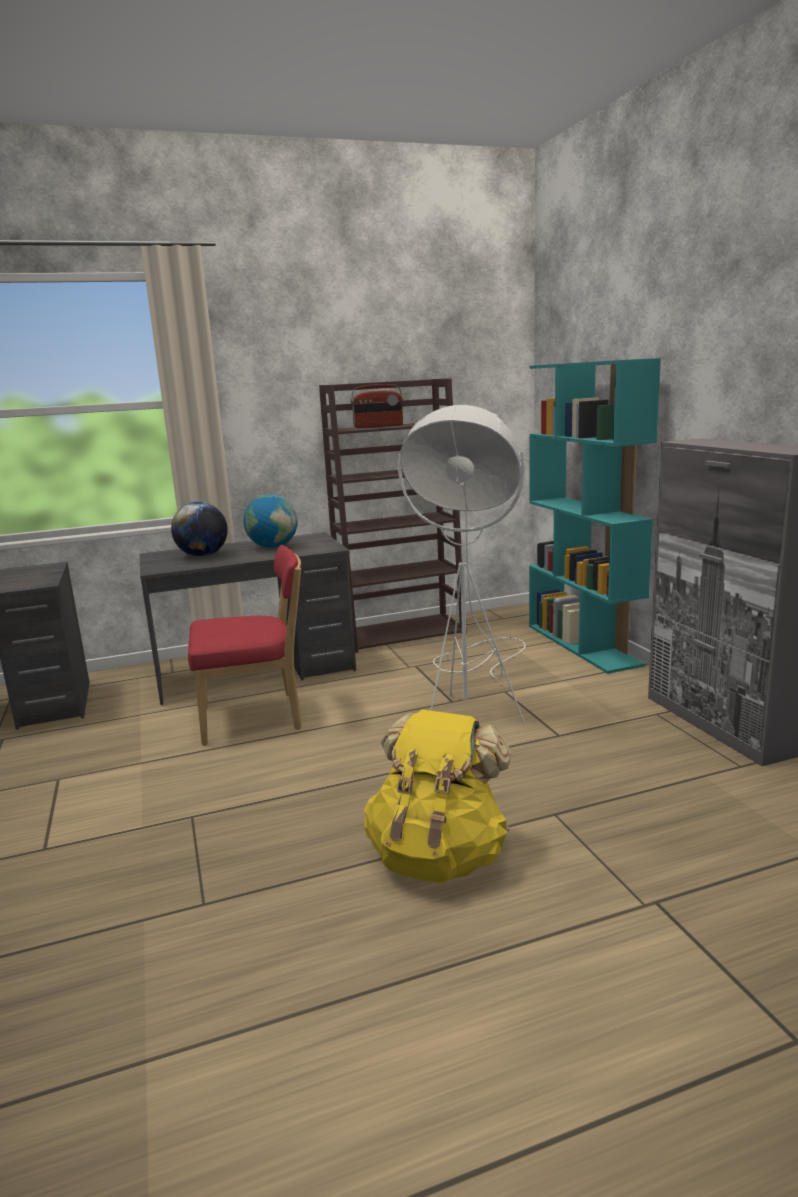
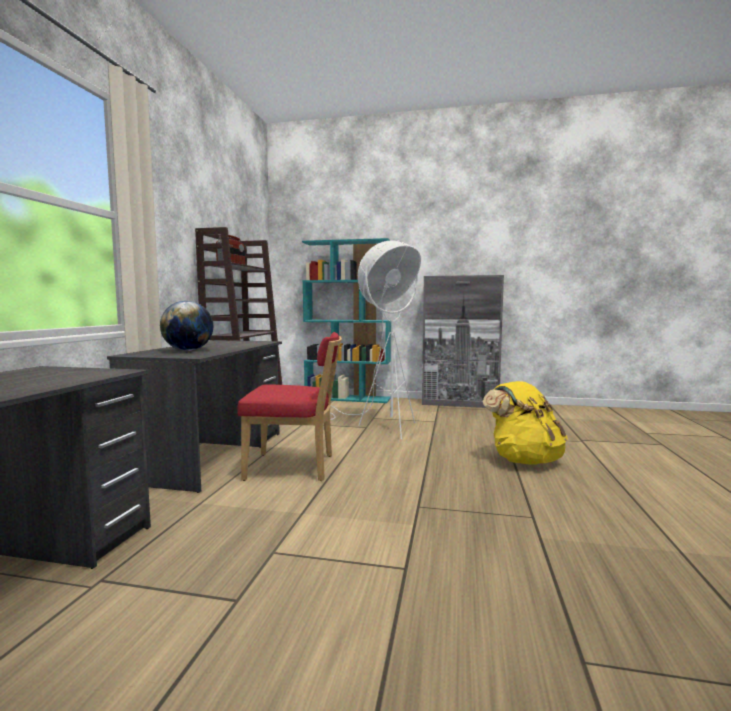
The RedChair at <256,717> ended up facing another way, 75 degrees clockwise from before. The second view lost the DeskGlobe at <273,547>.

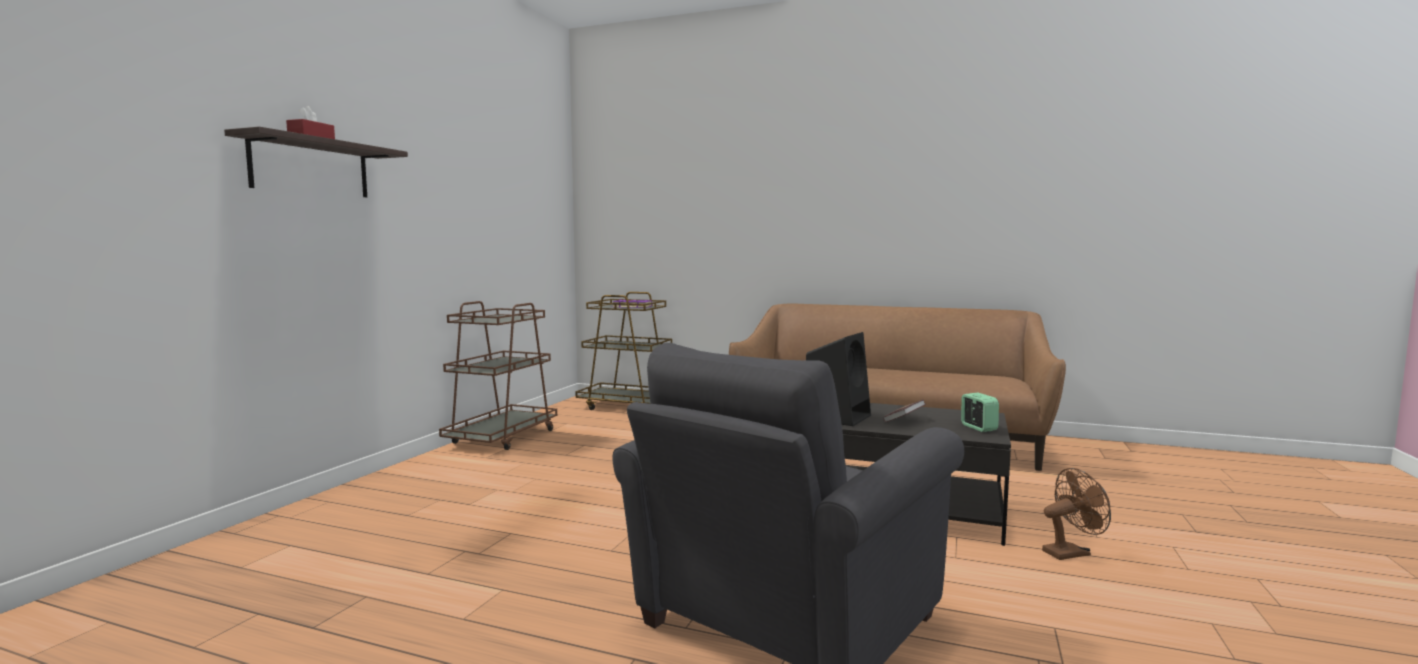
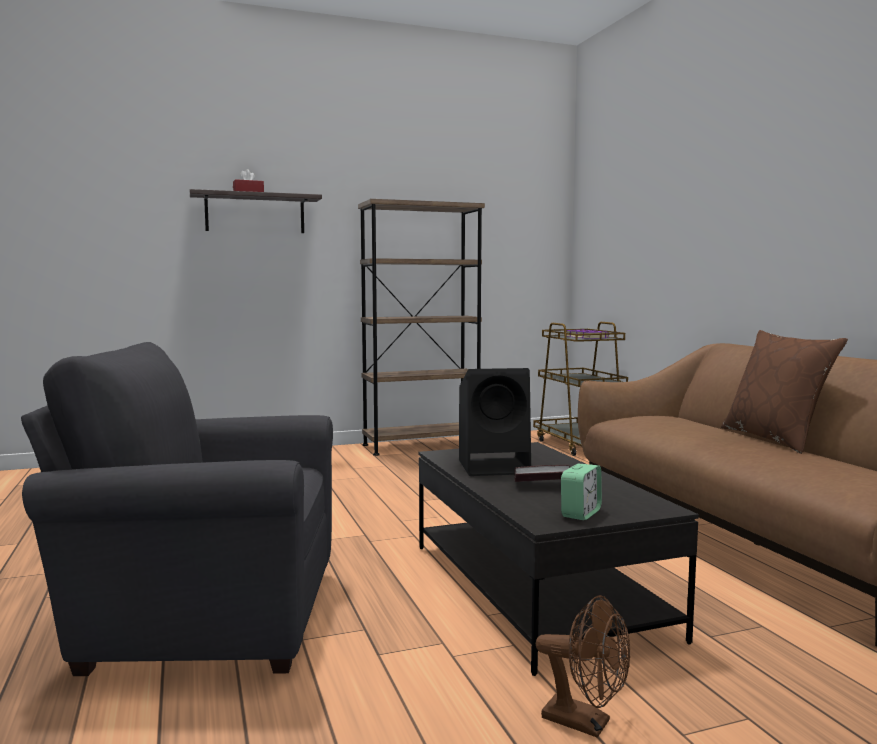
Where the BrownTrolley stood at <502,437>, the BrownBookshelf came to stand at <421,445>. The second view gained the BrownPillow at <775,439>.

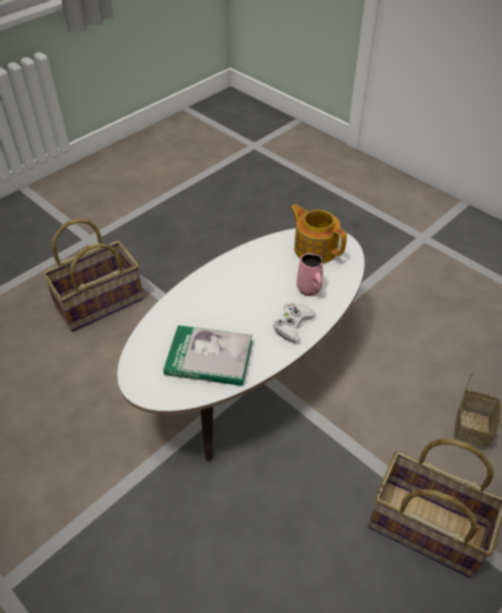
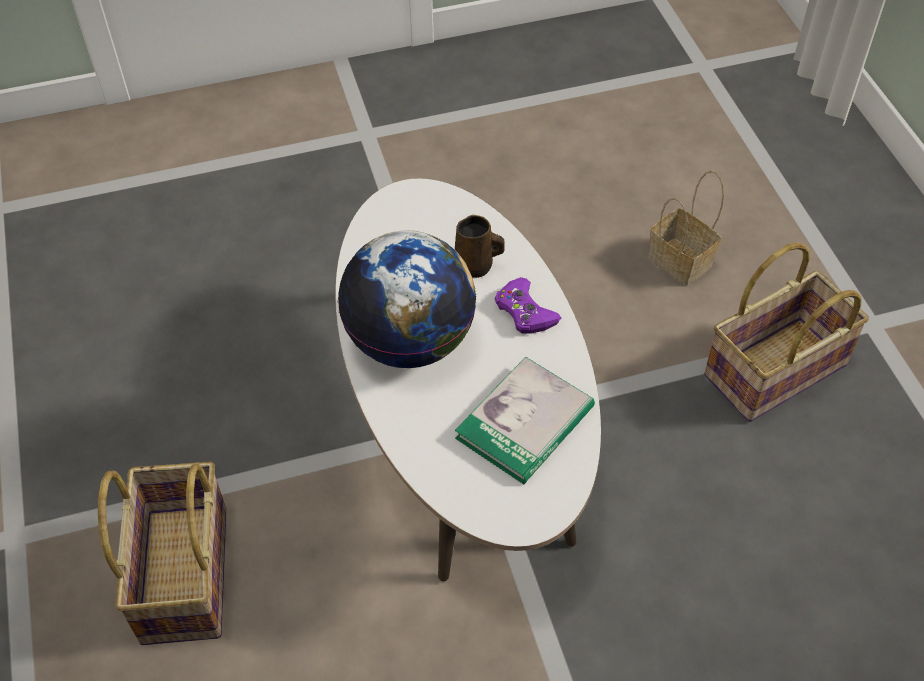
What was the WhitishGamepad at <292,324> turned into the PurplishGamepad at <525,311>. The second view lost the Teapot at <315,248>. What was the PinkColouredMug at <309,289> turned into the BrownMug at <476,266>. The second view gained the DeskGlobe at <411,341>.

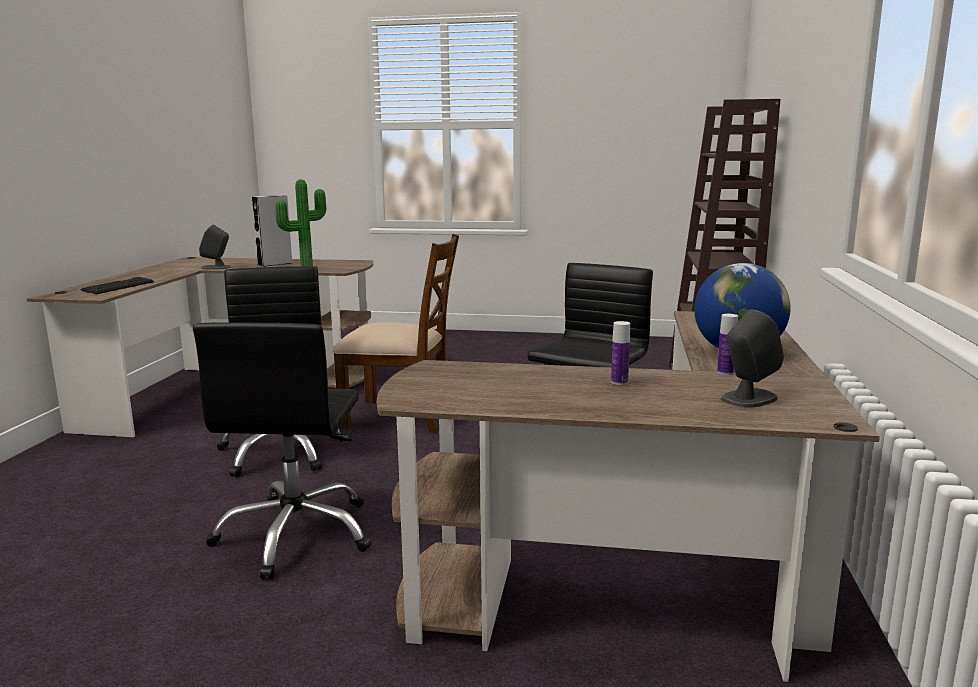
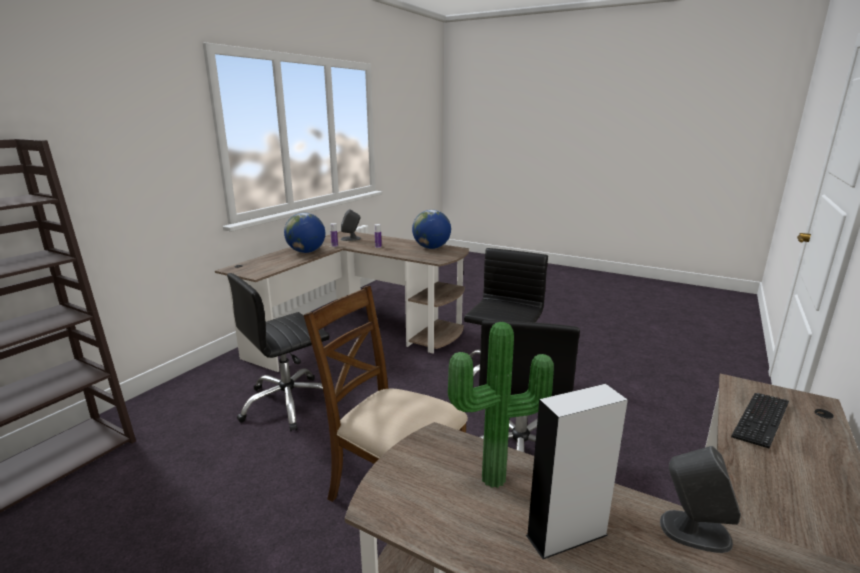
The second view gained the DeskGlobe at <431,248>.

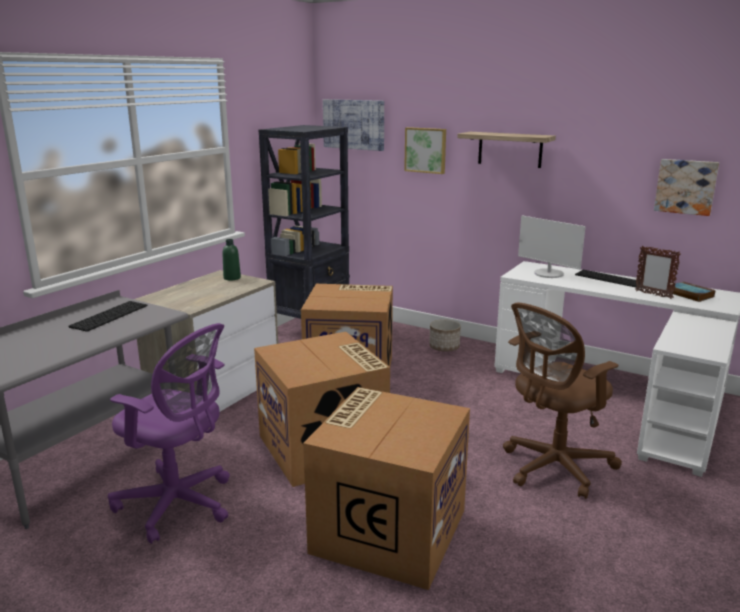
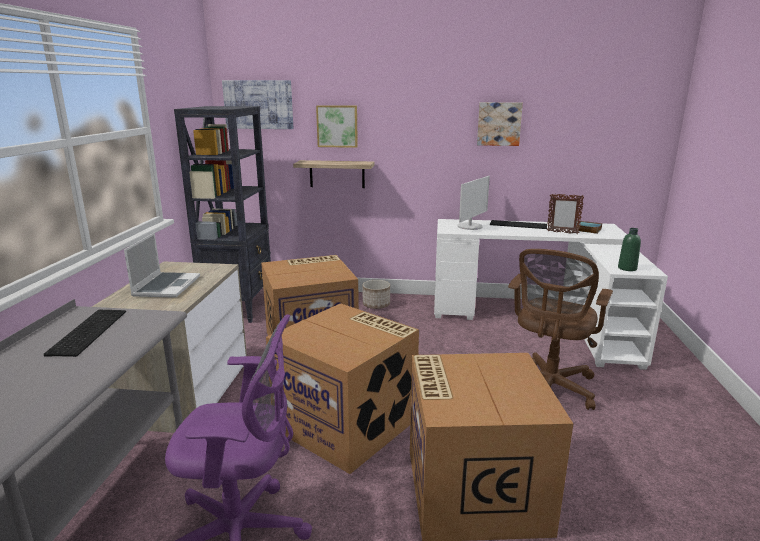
The GreenishBottle ended up elsewhere, having gone from <232,278> to <627,268>. The WallShelf ended up elsewhere, having gone from <510,149> to <337,174>. The ComputerScreen at <548,274> ended up facing another way, 75 degrees counterclockwise from before. The WallArt ended up elsewhere, having gone from <686,186> to <499,124>. The second view gained the Laptop at <166,286>.

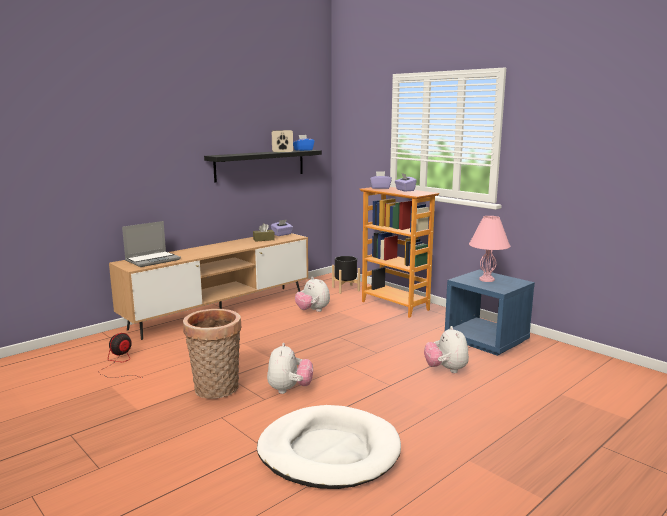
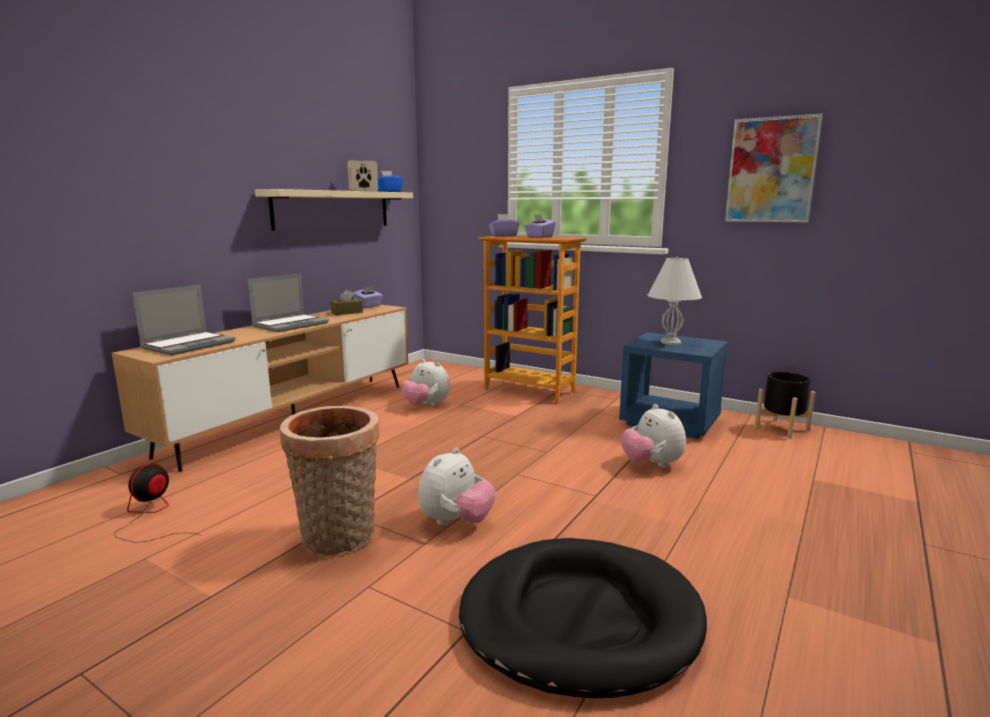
What was the BlackWallShelf at <260,165> turned into the BeigeWallShelf at <333,209>. What was the WhitishDogBed at <329,451> turned into the BlackDogBed at <579,619>. The PlushToy at <289,389> ended up facing another way, 45 degrees clockwise from before. The BlackPlanter ended up elsewhere, having gone from <345,289> to <781,428>. What was the PinkColouredTabletopLamp at <486,279> turned into the WhitishTabletopLamp at <670,342>. The second view gained the Laptop at <291,324>. The second view gained the WallArt at <771,170>.

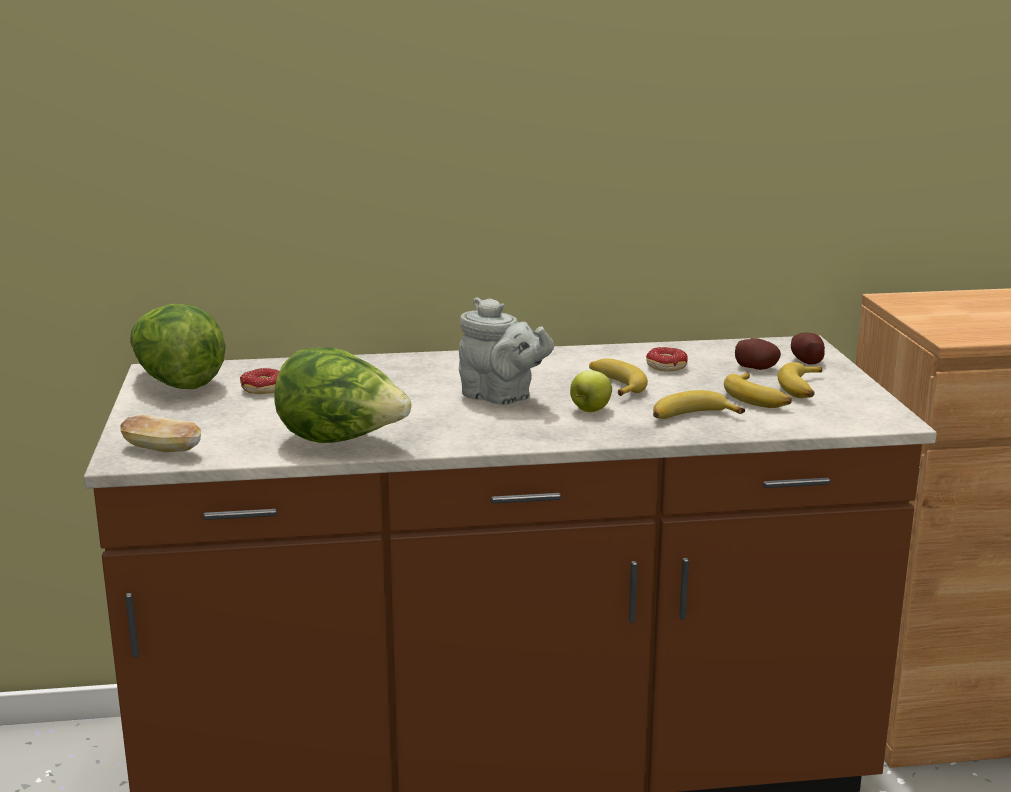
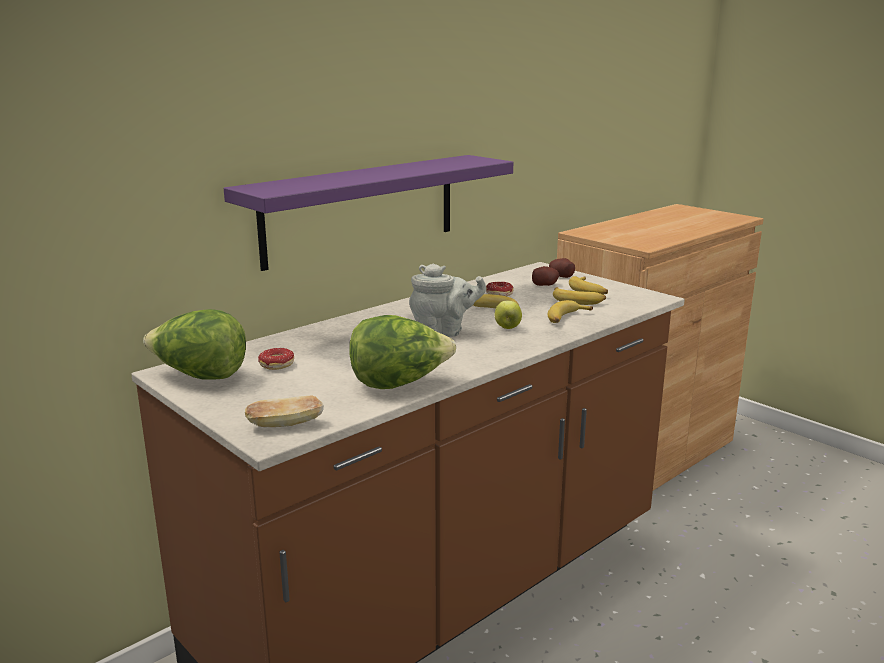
The second view gained the PurplishWallShelf at <361,209>.

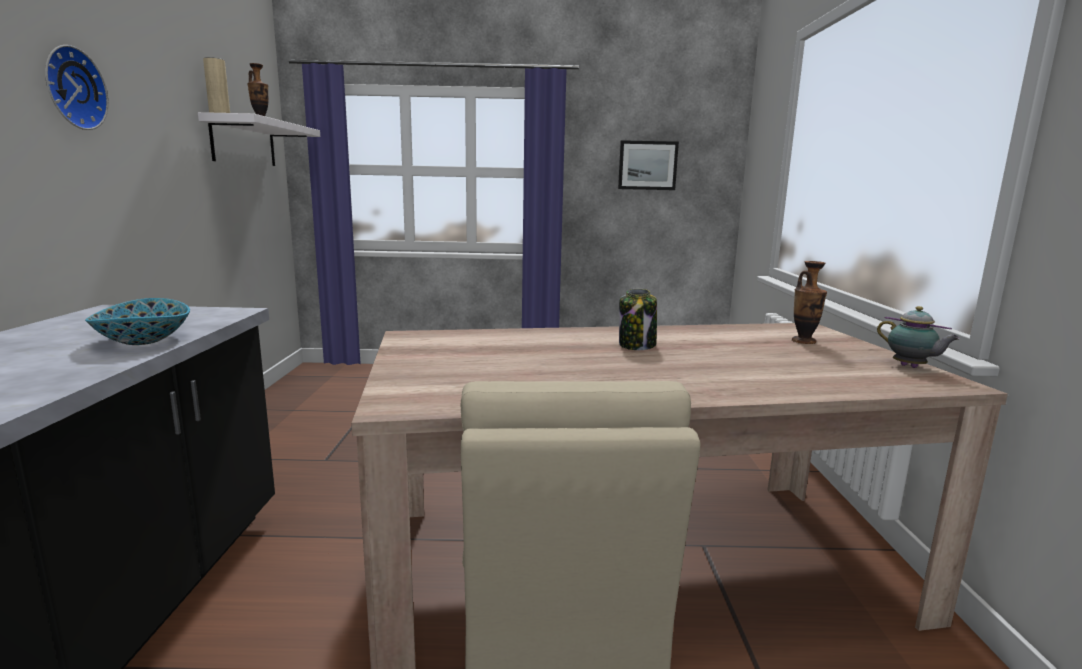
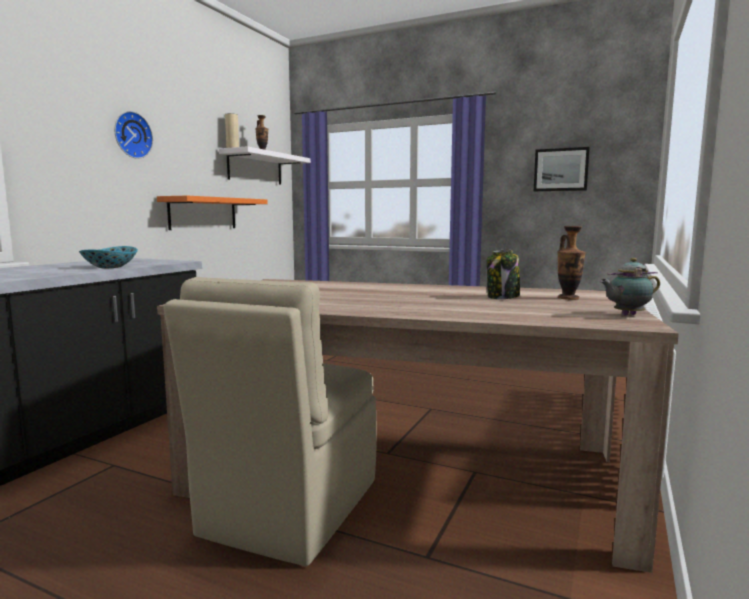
The PreserveJar ended up elsewhere, having gone from <637,345> to <503,297>. The Teapot at <911,367> ended up facing another way, 90 degrees clockwise from before. The second view gained the OrangeColouredWallShelf at <203,213>.

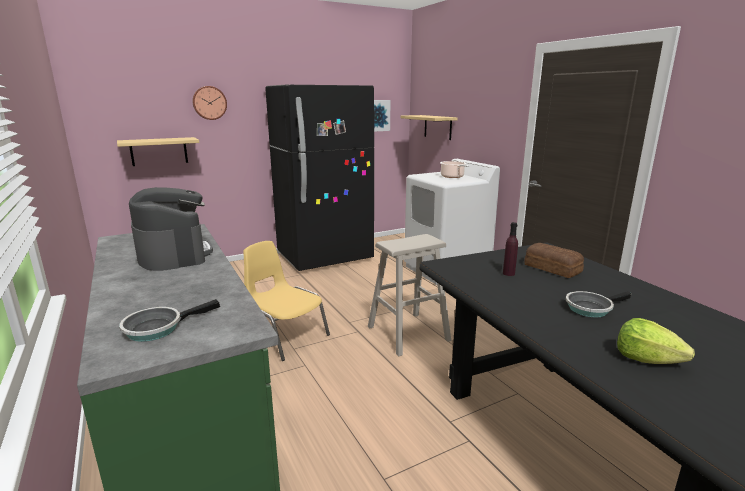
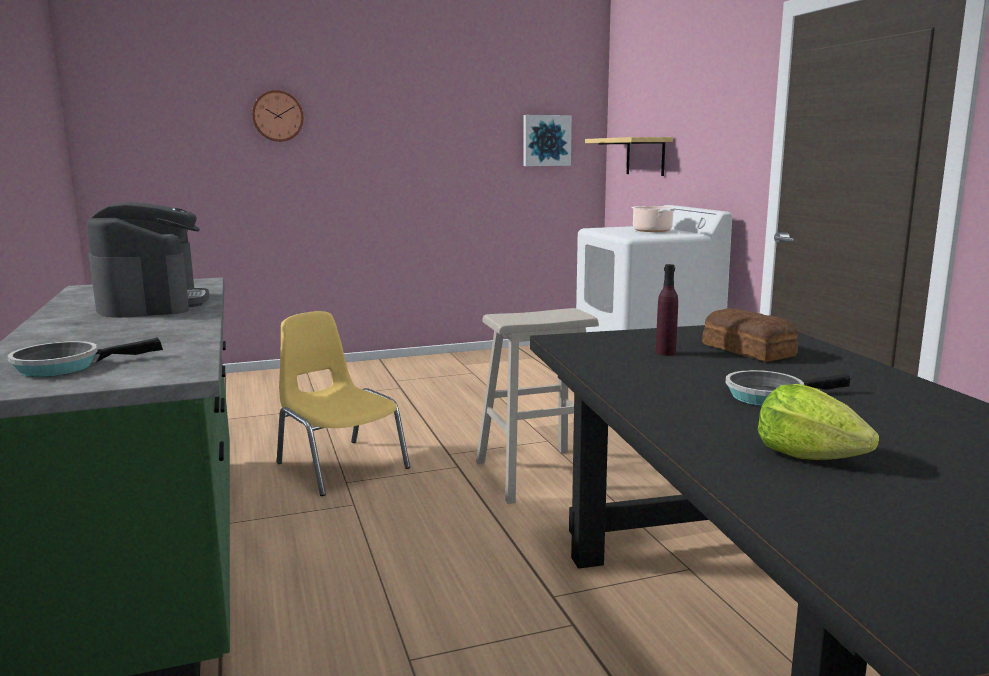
The second view lost the WallShelf at <159,151>. The second view lost the BlackRefrigerator at <325,257>.

